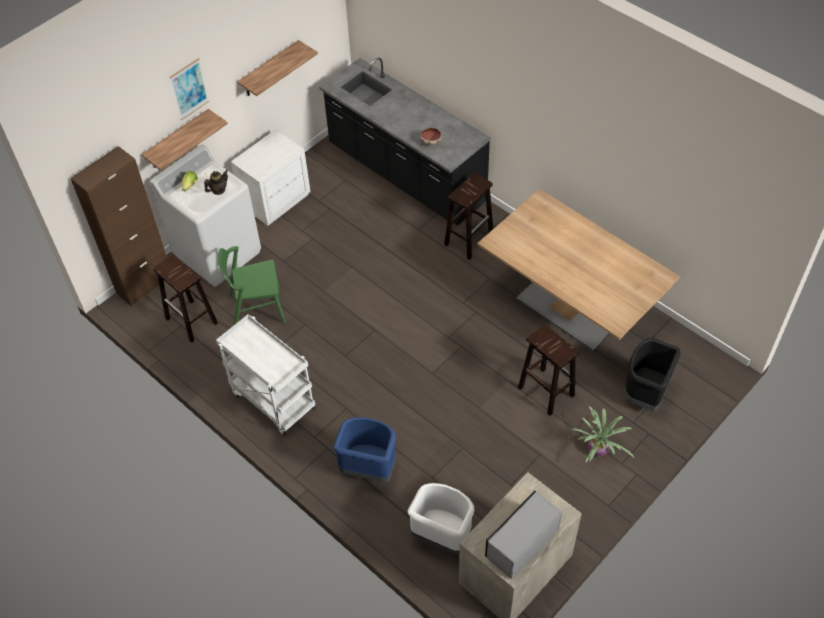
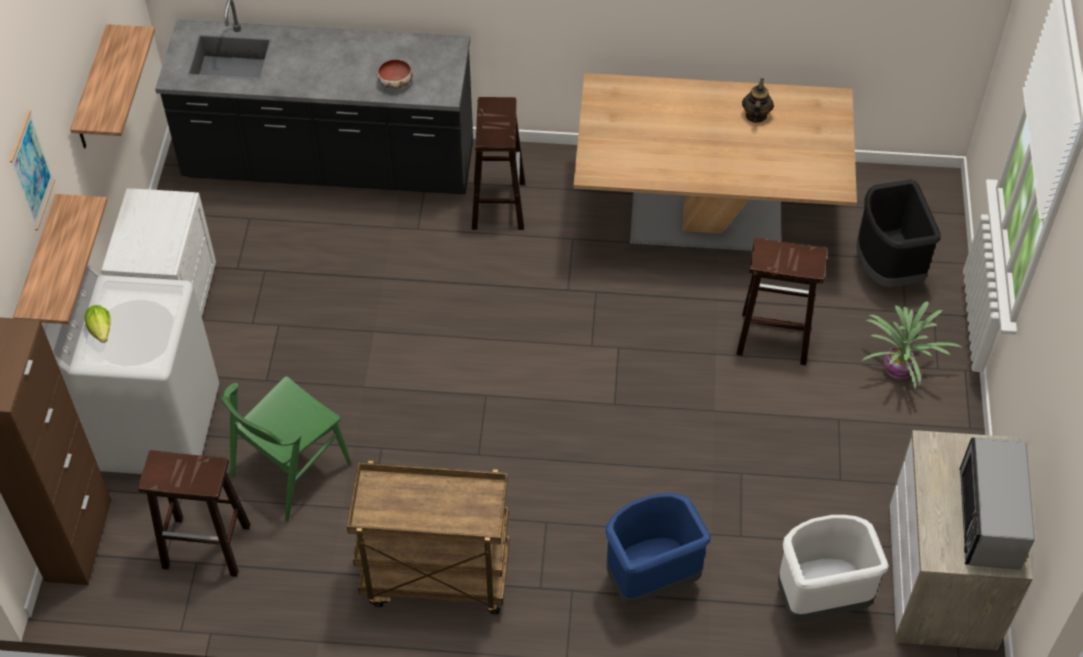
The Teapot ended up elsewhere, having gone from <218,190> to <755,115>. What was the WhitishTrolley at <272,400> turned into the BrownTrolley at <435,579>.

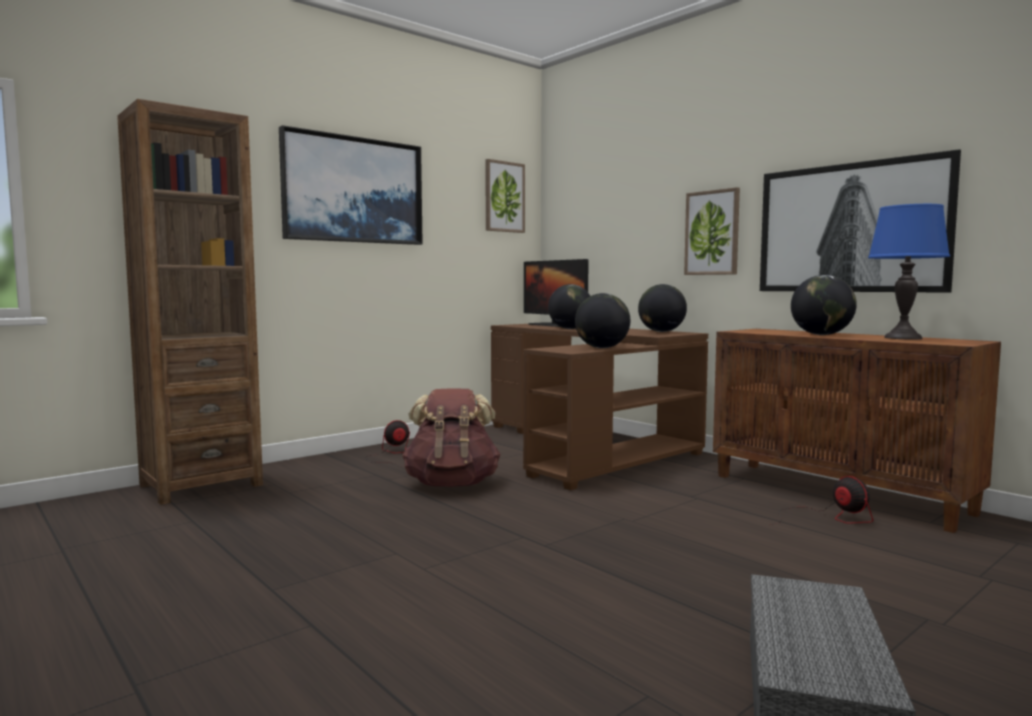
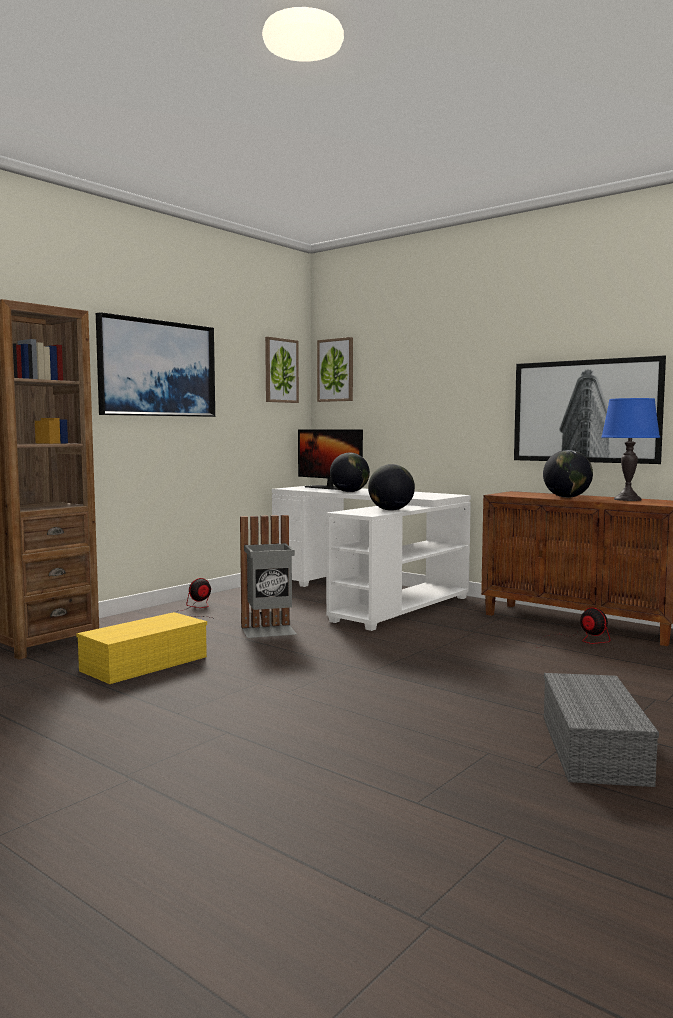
Where the BrownBackpack stood at <452,484>, the GreyWasteBin came to stand at <269,631>. What was the BrownDeskUnit at <589,447> turned into the WhitishDeskUnit at <369,595>. The second view lost the DeskGlobe at <661,331>. The WallArt ended up elsewhere, having gone from <712,233> to <336,370>. The second view gained the YellowStorageBin at <145,663>.

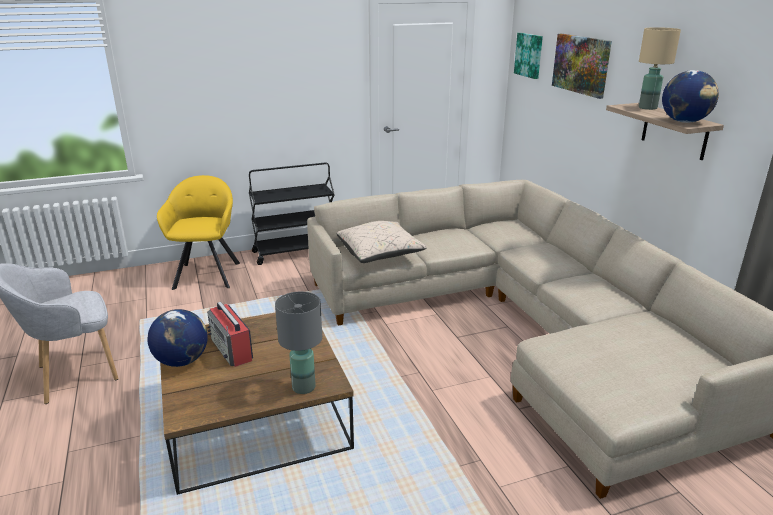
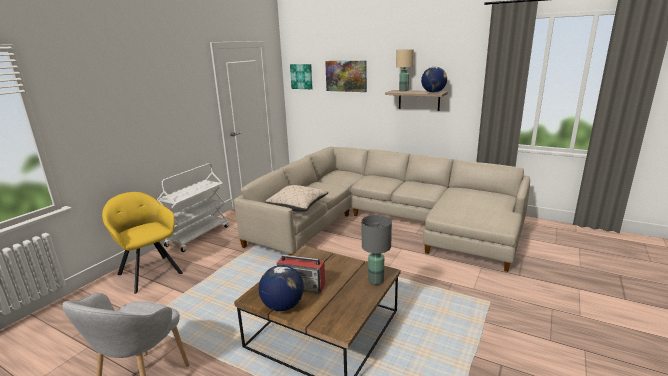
What was the BlackTrolley at <295,252> turned into the WhitishTrolley at <198,235>.

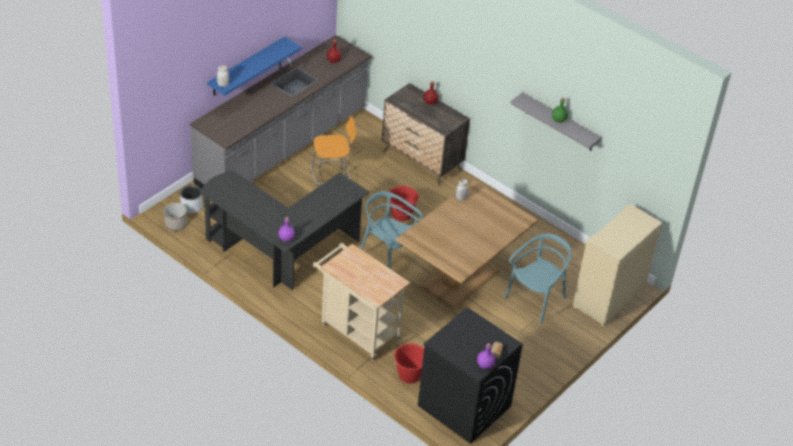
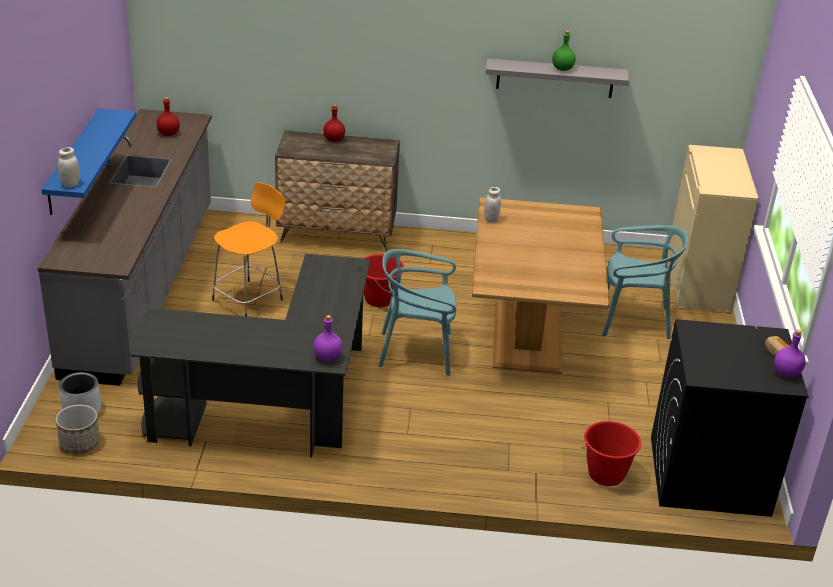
The second view lost the BeigeTrolley at <356,330>. The BlueGreenChair at <536,300> ended up facing another way, 90 degrees clockwise from before.

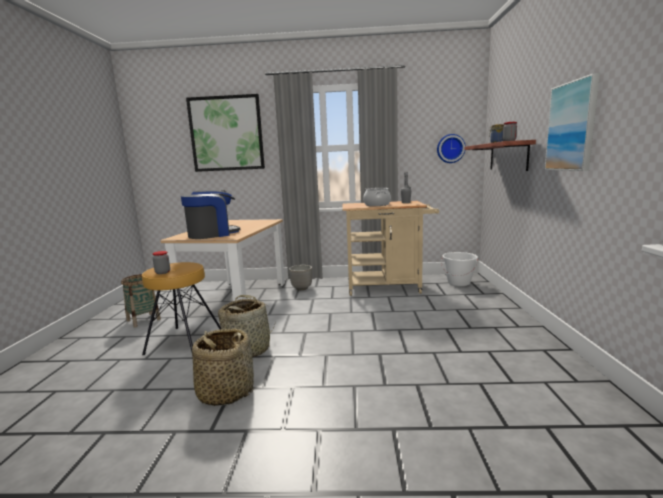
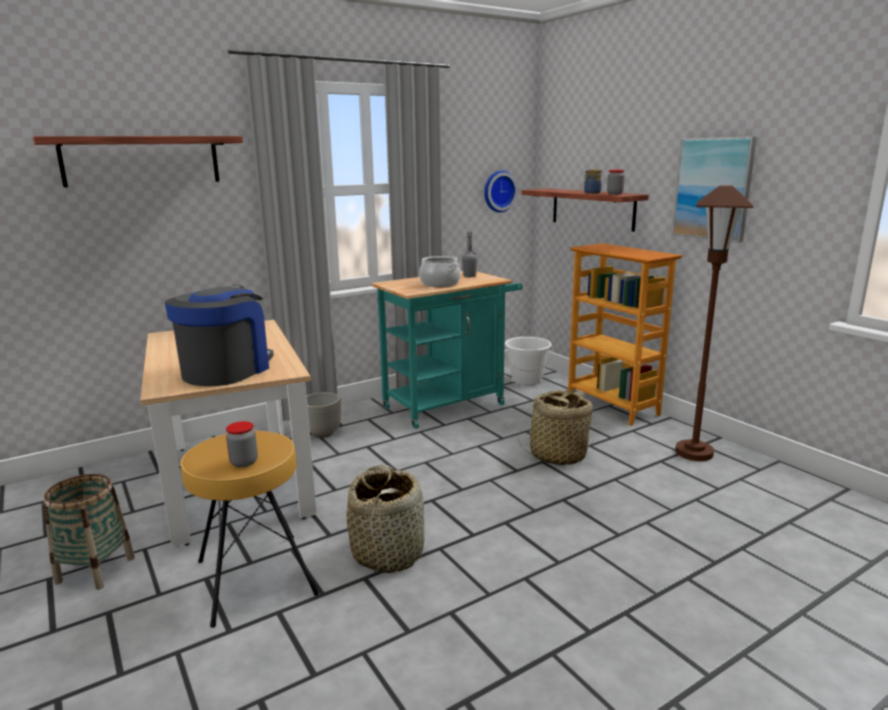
Where the WallArt hung at <226,133>, the WallShelf came to hang at <142,161>. The Basket ended up elsewhere, having gone from <225,391> to <557,455>. What was the BeigeTrolley at <388,287> turned into the BlueGreenTrolley at <450,404>. The second view gained the Bookshelf at <613,406>. The second view gained the BrownStandingLamp at <694,452>.

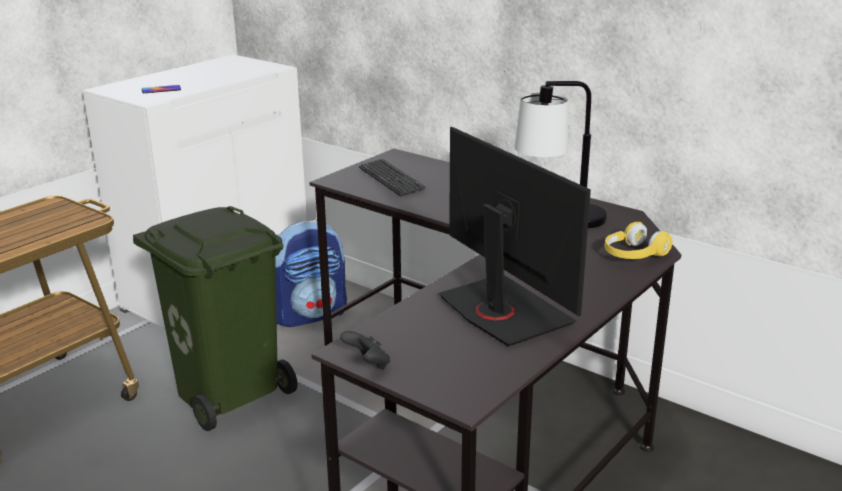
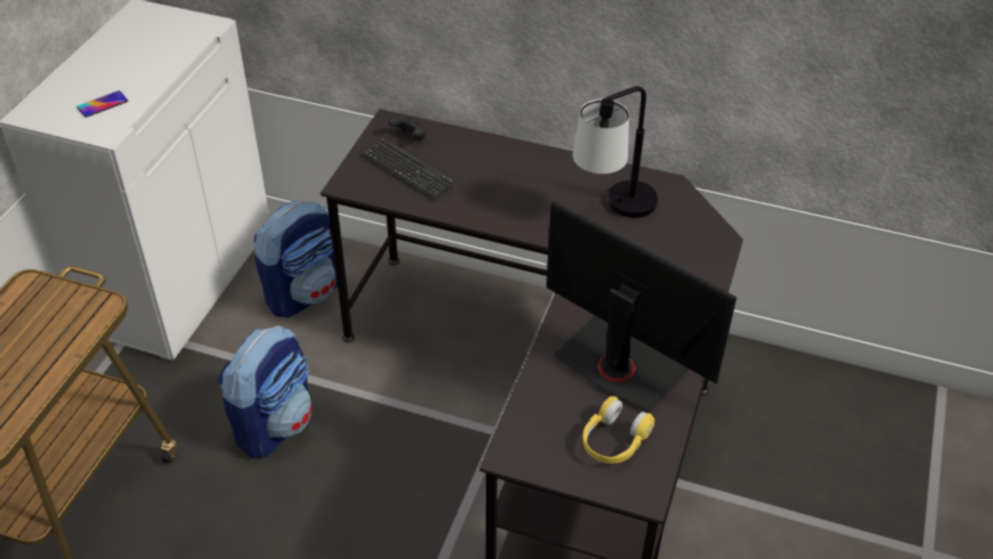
Where the GreenishWasteBin stood at <230,392>, the Backpack came to stand at <274,423>. The BlackGamepad ended up elsewhere, having gone from <368,365> to <410,138>. The YellowHeadset ended up elsewhere, having gone from <633,255> to <613,441>.

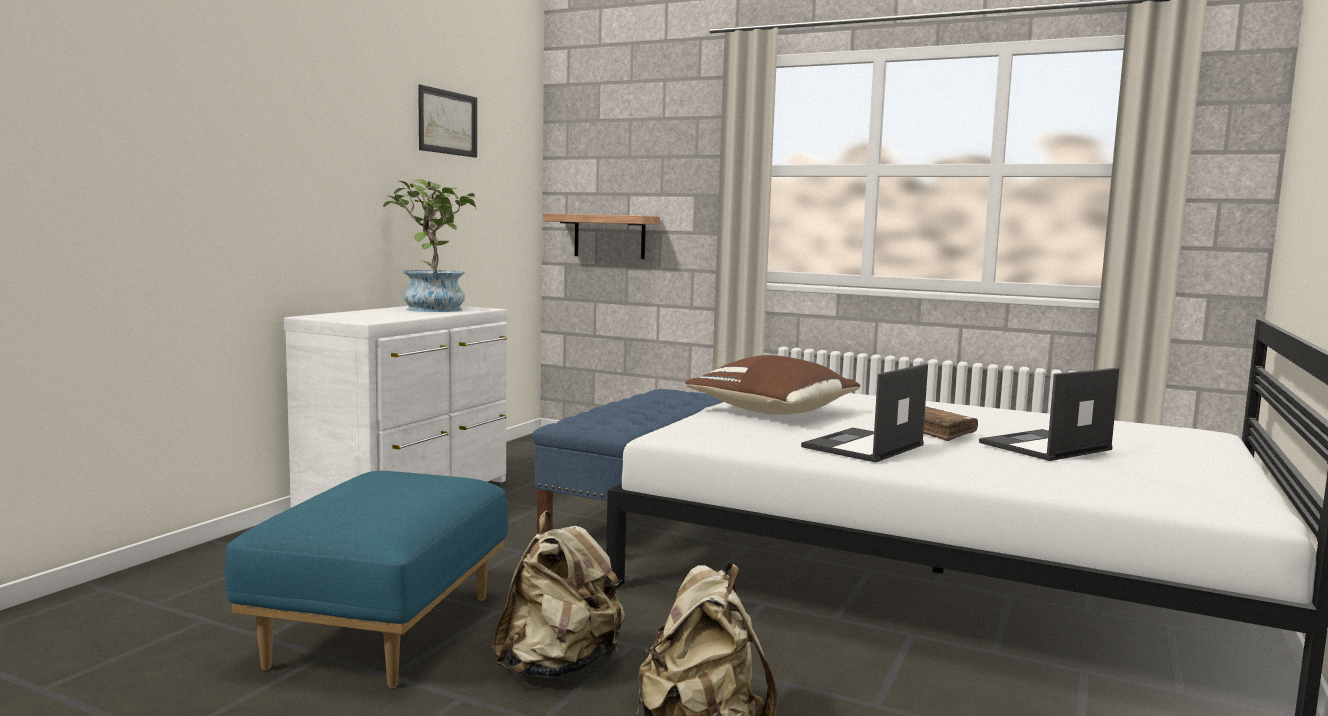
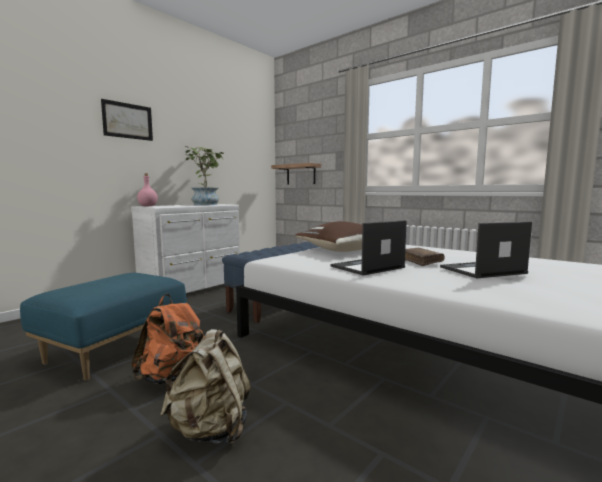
The WallArt ended up elsewhere, having gone from <448,122> to <128,121>. What was the BeigeBackpack at <559,667> turned into the OrangeColouredBackpack at <174,377>. The second view gained the PinkColouredBottle at <148,206>.

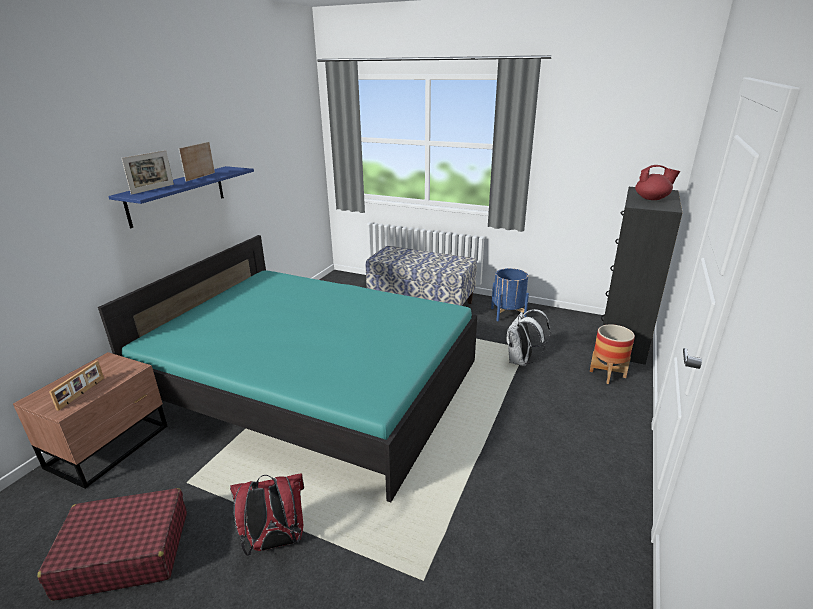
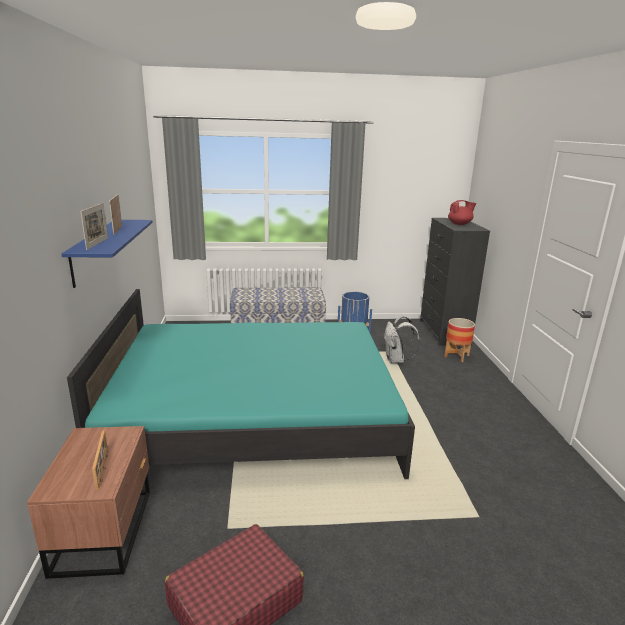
The second view lost the RedBackpack at <275,542>.

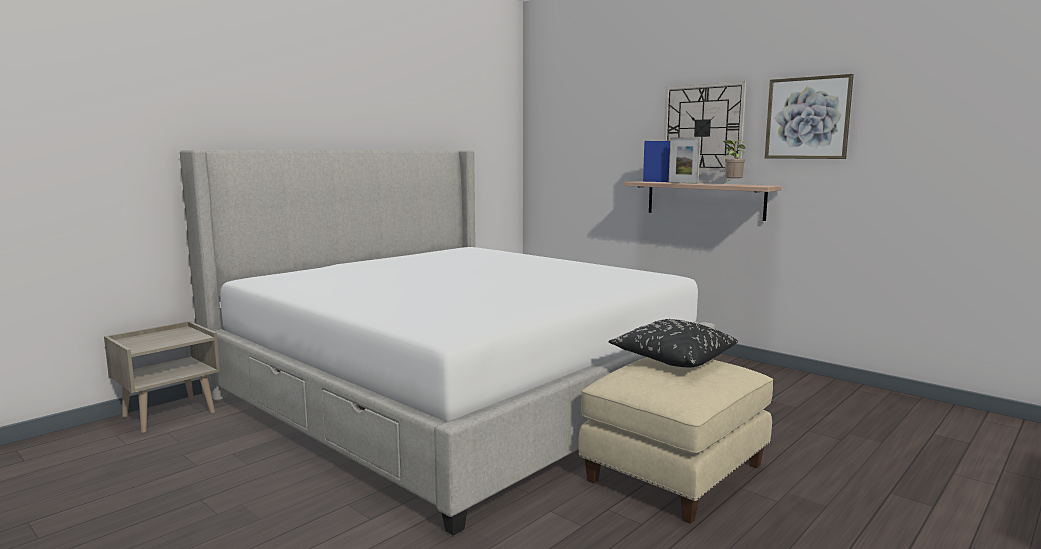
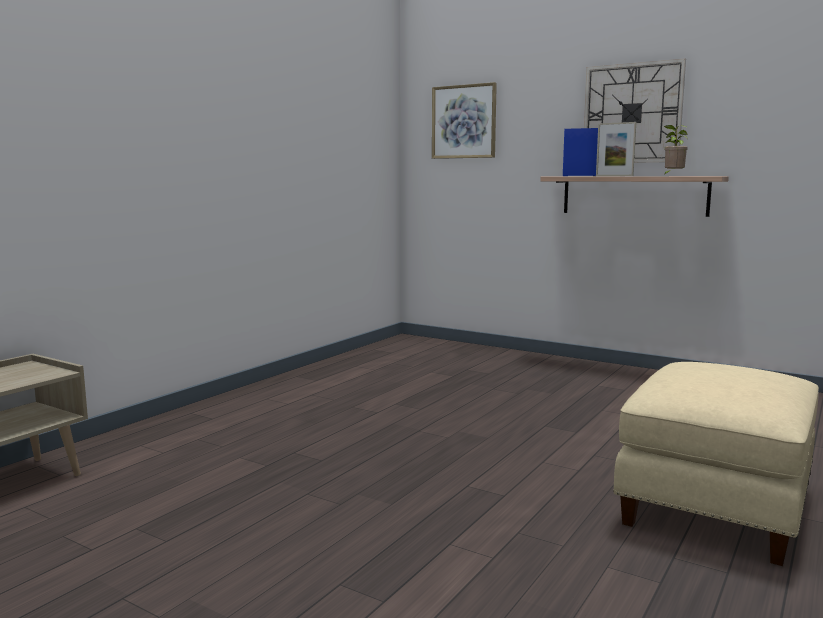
The second view lost the Bed at <457,394>. The second view lost the BlackPillow at <672,359>. The WallArt ended up elsewhere, having gone from <807,118> to <464,122>.

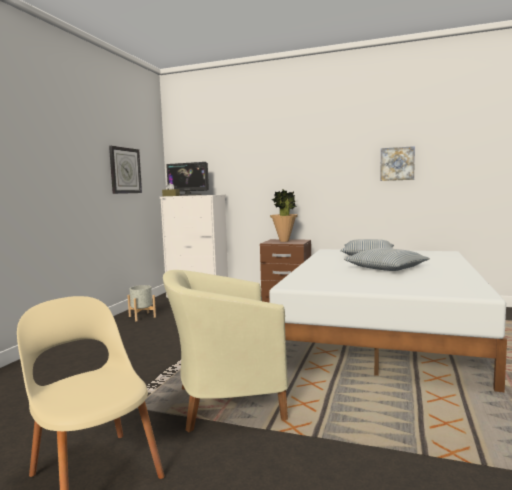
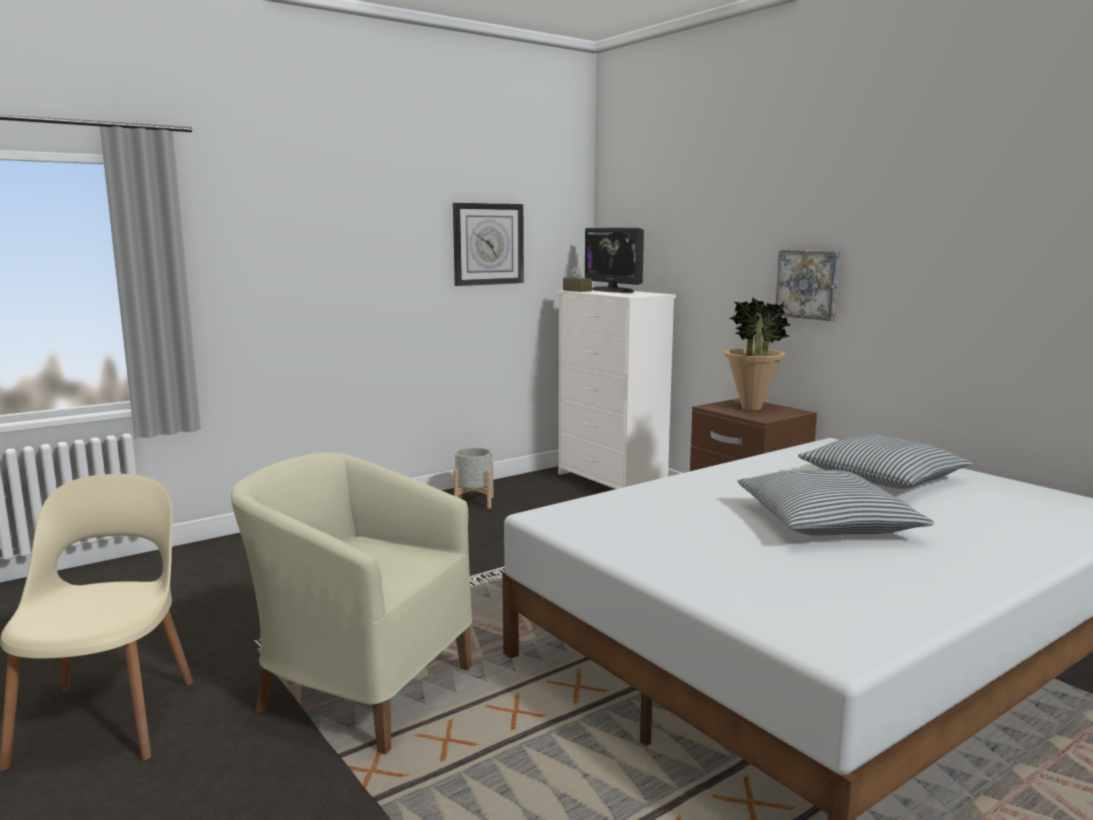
The WallArt ended up elsewhere, having gone from <397,164> to <808,284>.

